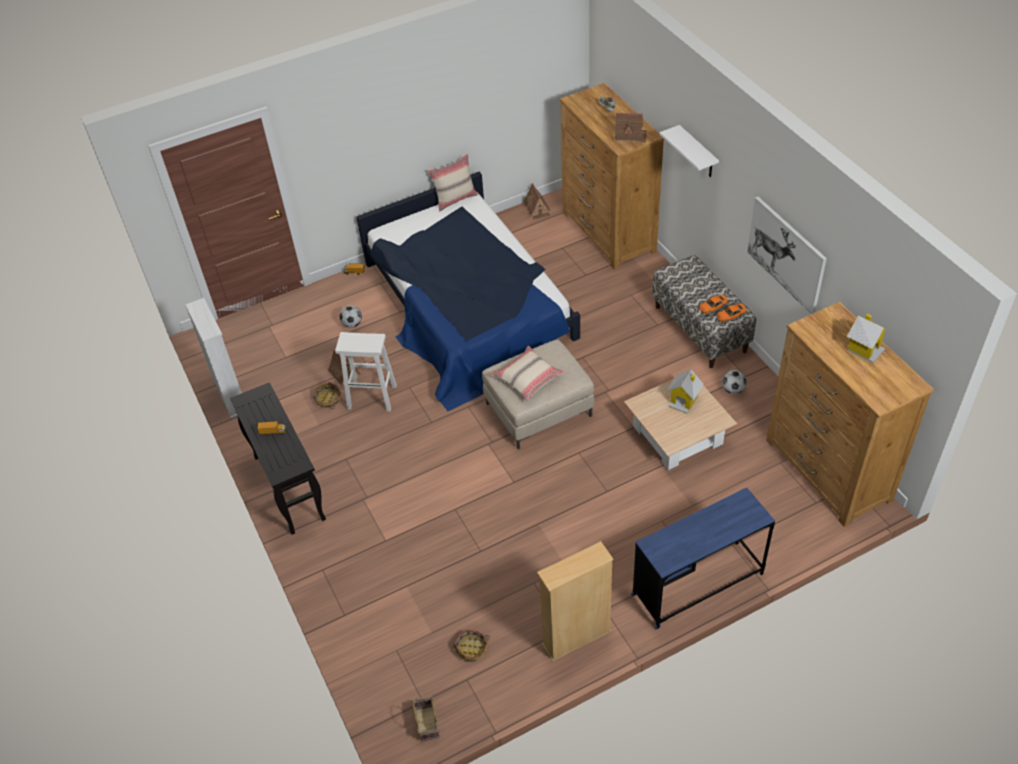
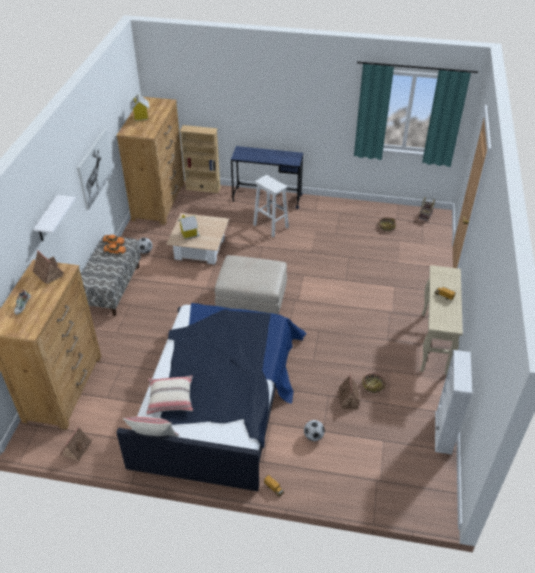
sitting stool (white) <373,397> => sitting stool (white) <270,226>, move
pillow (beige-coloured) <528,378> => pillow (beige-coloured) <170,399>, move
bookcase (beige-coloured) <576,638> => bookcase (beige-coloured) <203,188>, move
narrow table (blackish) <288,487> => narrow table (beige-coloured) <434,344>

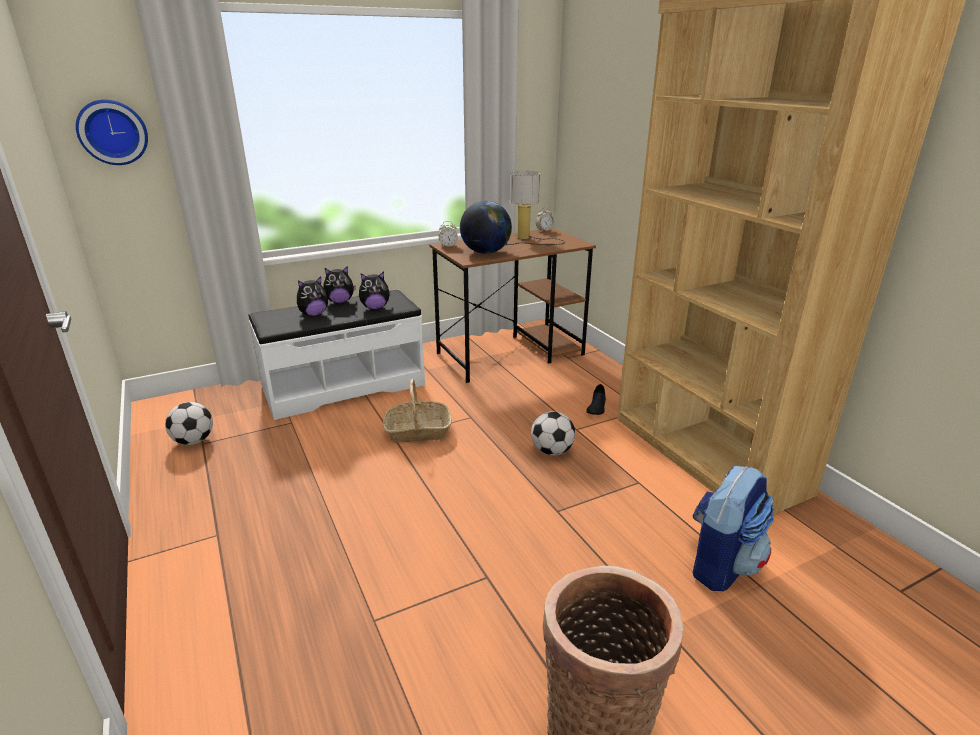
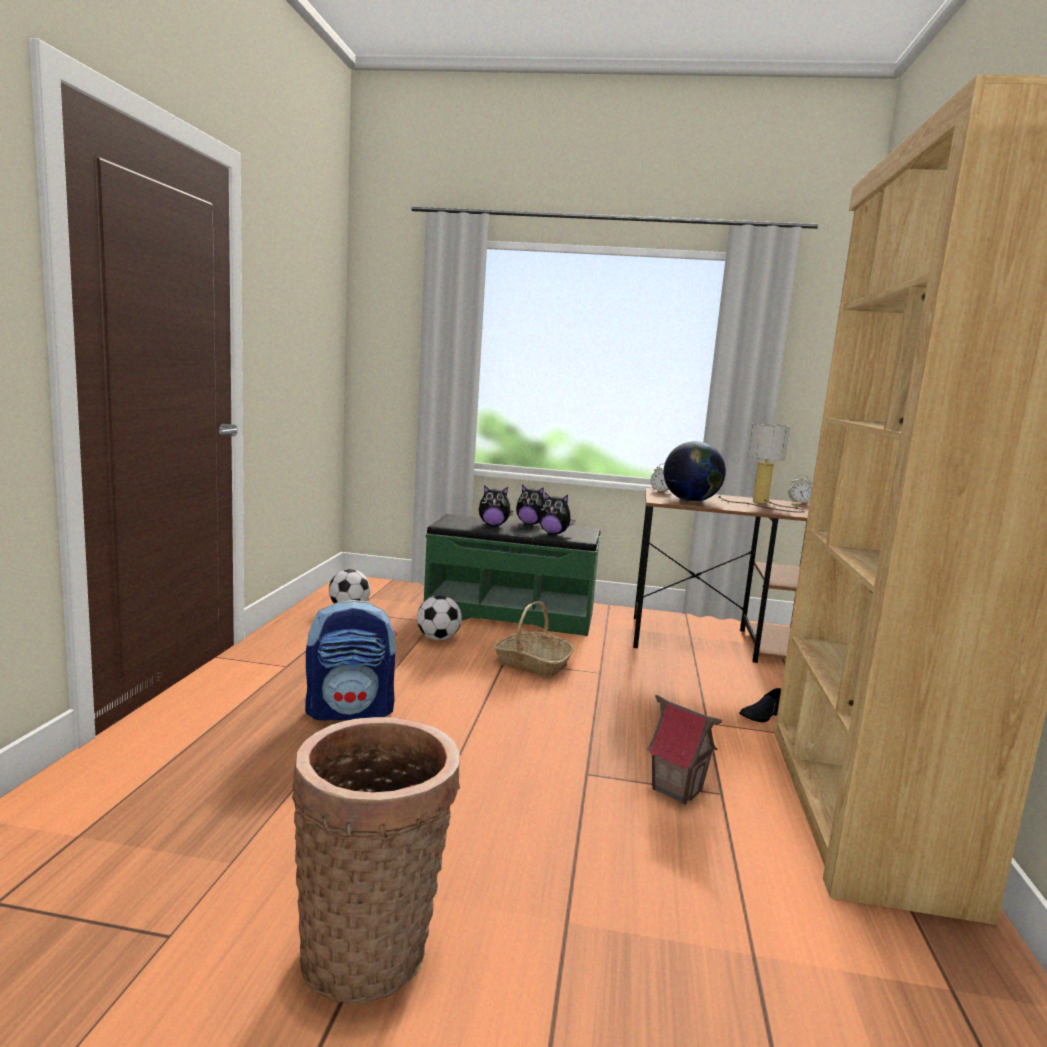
hanging clock <112,132> => nothing
nothing => model house <677,789>
ball for football <552,451> => ball for football <438,638>, move
rucksack <721,564> => rucksack <351,711>, move
bench (white) <344,386> => bench (green) <510,614>

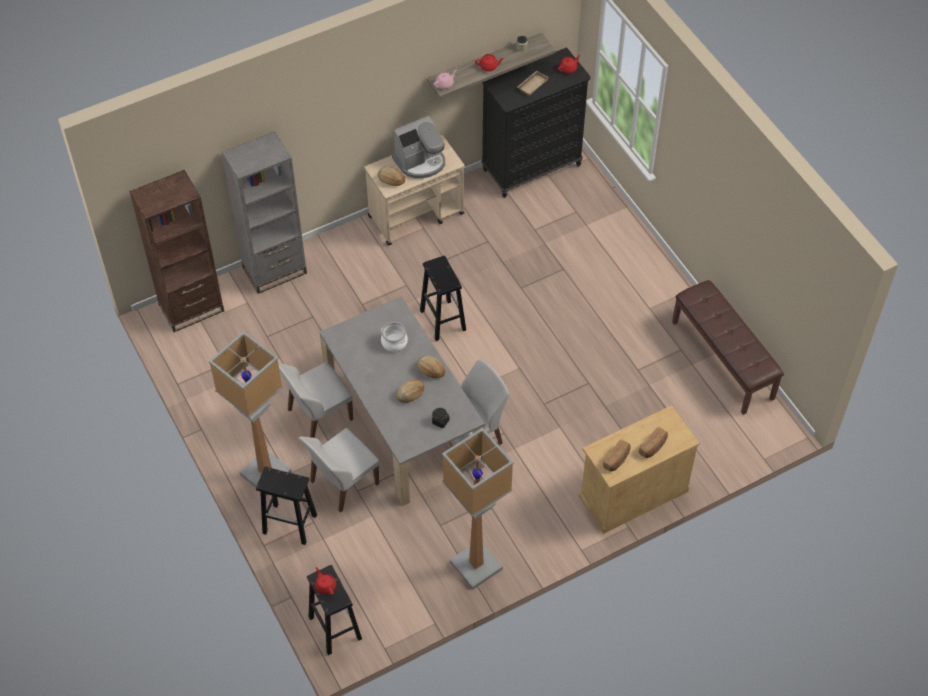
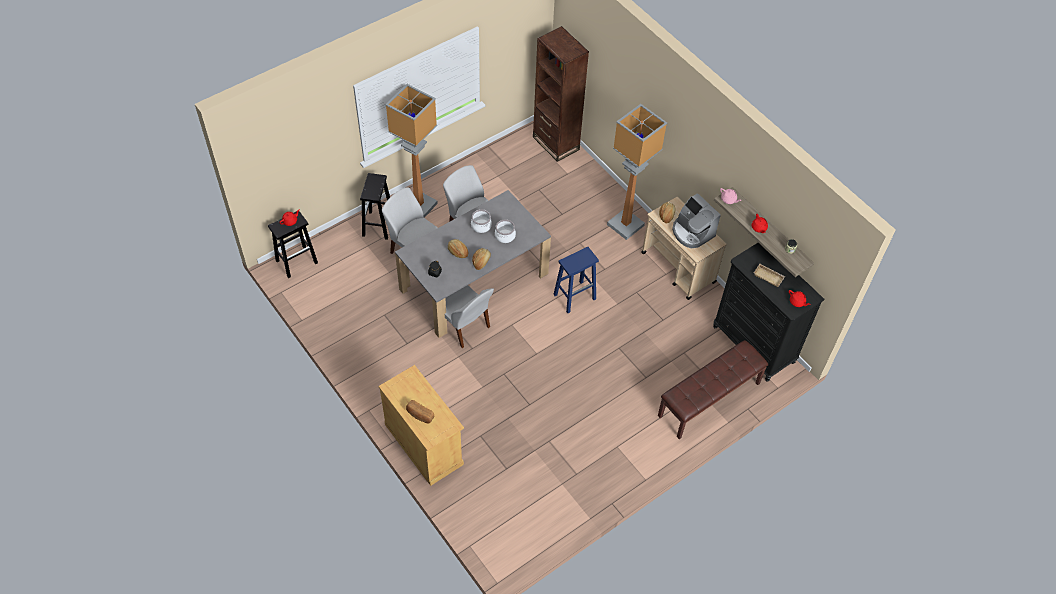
bookcase (grey) <274,270> => nothing
bread <617,459> => nothing
nothing => saucepot <481,226>
standard lamp <475,566> => standard lamp <625,224>, move
bench (brown-coloured) <723,360> => bench (brown-coloured) <709,400>, move
sitting stool (blackish) <442,319> => sitting stool (blue) <575,296>

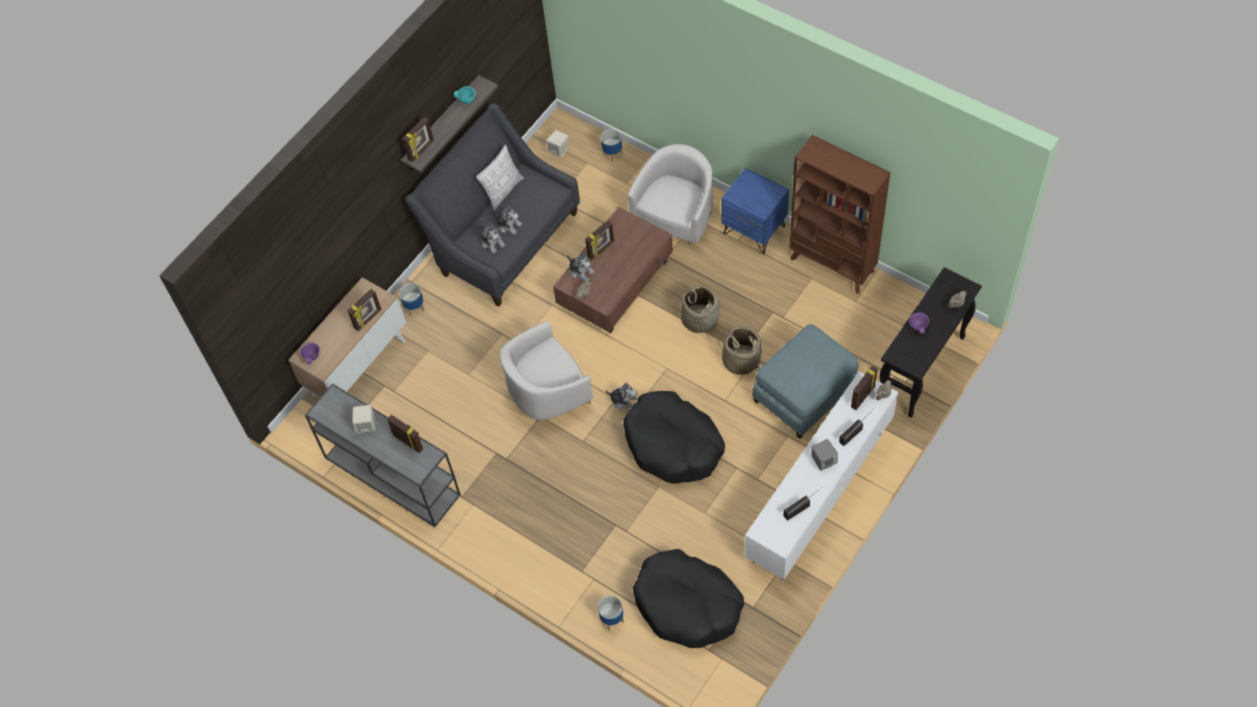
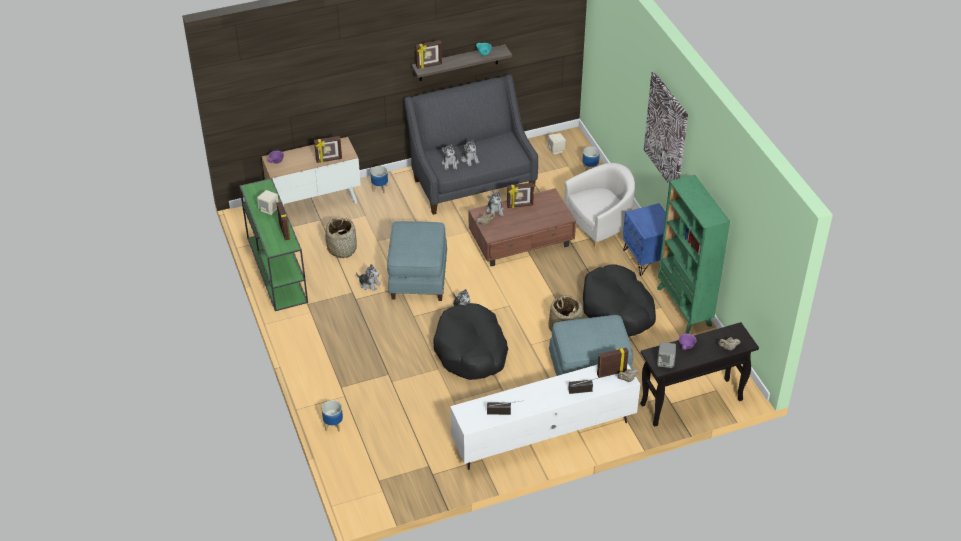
pillow <503,191> => nothing
nothing => soft toy <369,284>
nothing => wall art <666,132>
pet bed (blackish) <687,604> => pet bed (blackish) <617,309>, move
household basket <699,319> => household basket <342,249>, move
speaker (grey) <823,461> => speaker (grey) <665,362>, move
easy chair (white) <547,392> => pouffe (blue) <417,277>
narrow table (grey) <390,475> => narrow table (green) <276,269>
bookcase (brown-coloured) <832,265> => bookcase (green) <684,307>

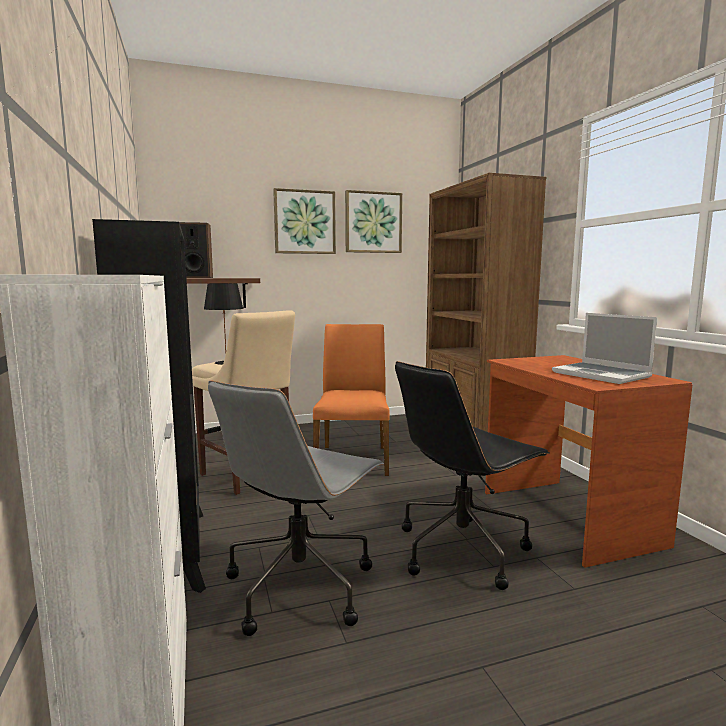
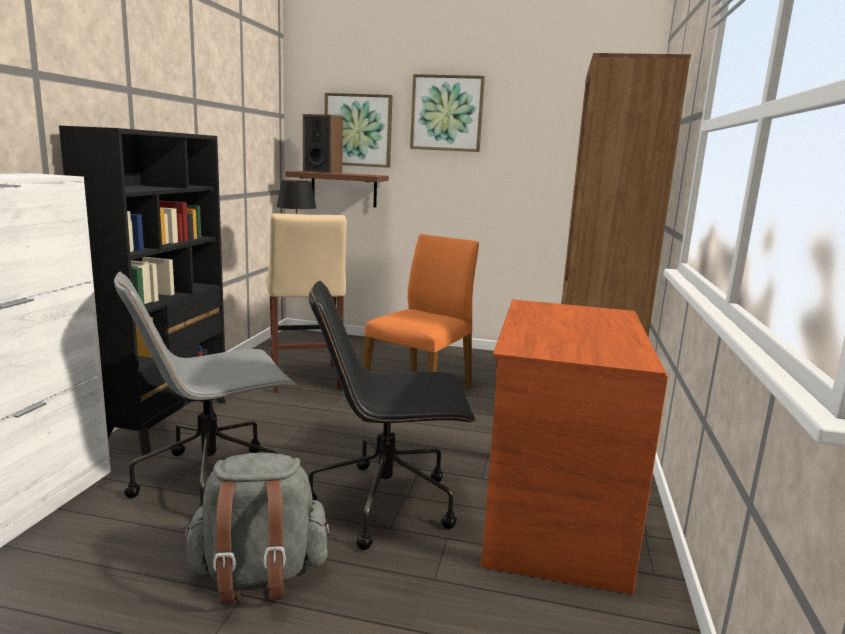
portable computer <602,375> => nothing
nothing => rucksack (grey) <258,575>
wall art <373,222> => wall art <358,130>, move

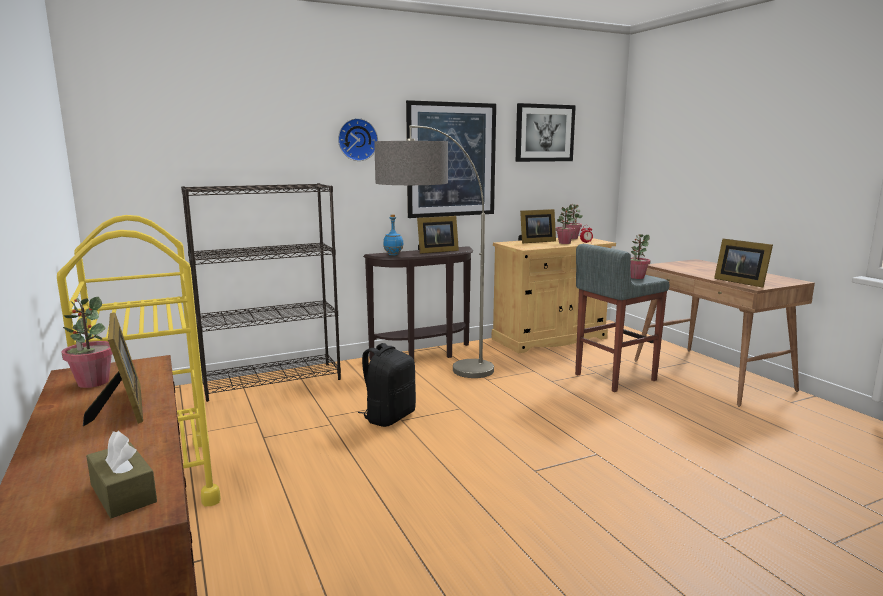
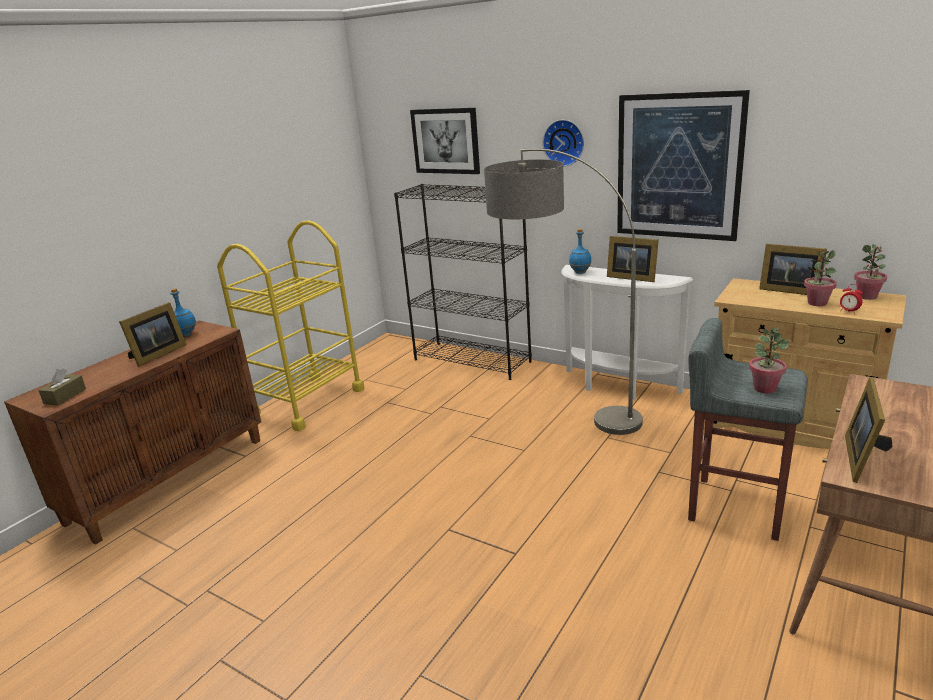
rucksack (blackish) <389,417> => nothing
wall art <544,133> => wall art <445,141>, move
potted plant <93,382> => drink bottle (blue) <185,335>
narrow table (brown-coloured) <425,355> => narrow table (white) <617,387>

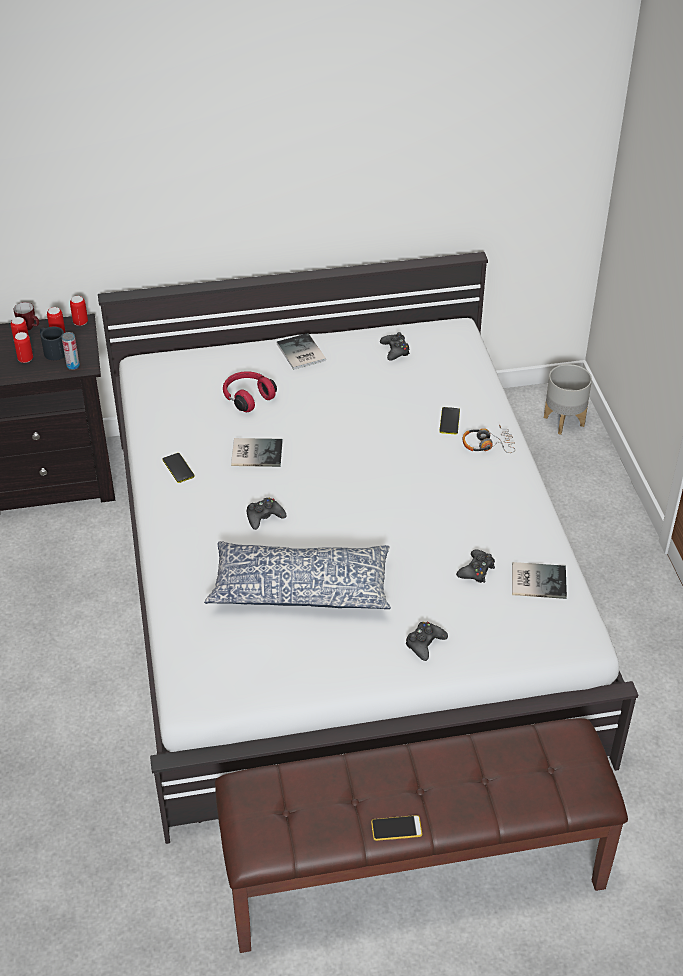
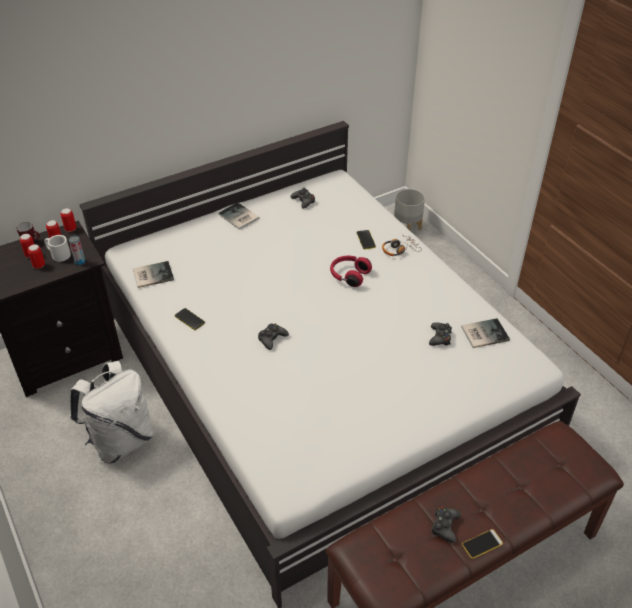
pillow <300,588> => nothing
nothing => rucksack (white) <121,440>
headphones (reddish) <247,397> => headphones (reddish) <349,275>, move
book <255,452> => book <152,274>, move
gamepad (blackish) <424,644> => gamepad (blackish) <445,526>, move
tea mug (blackish) <52,350> => tea mug (white) <58,254>

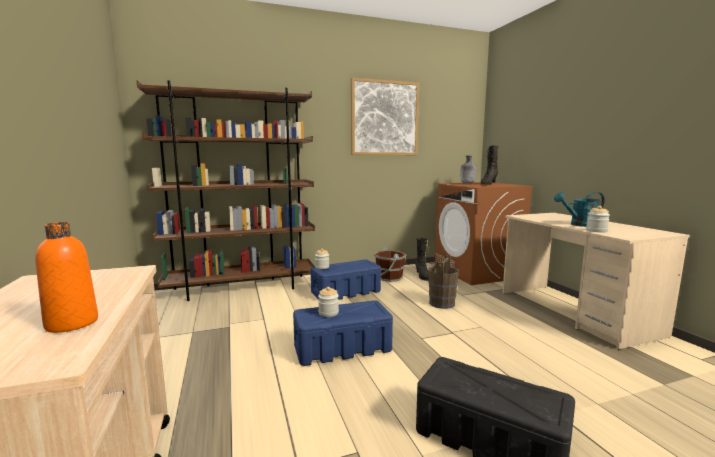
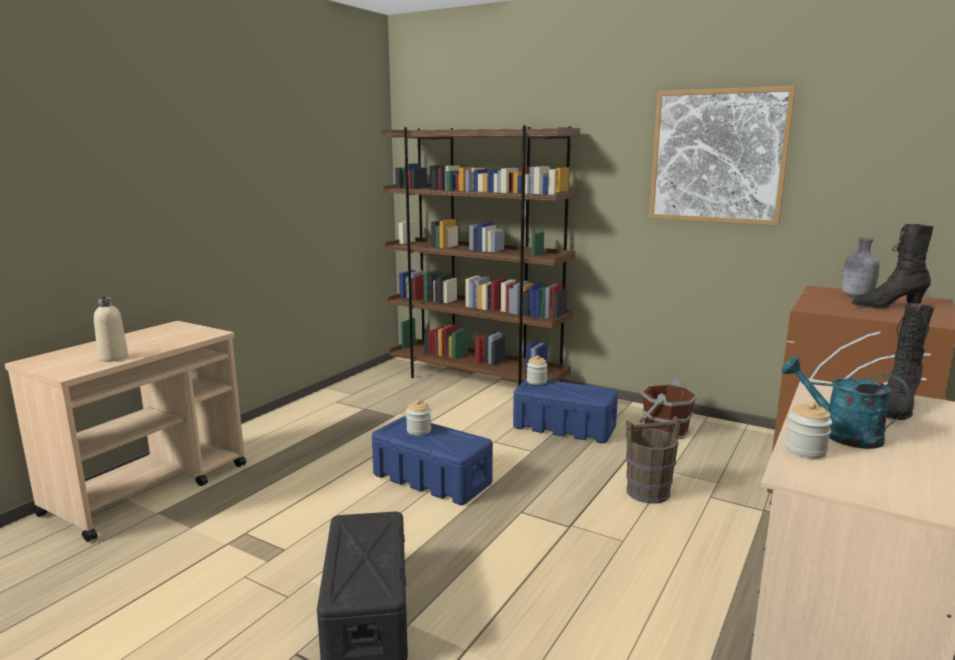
boot (blackish) <423,276> => boot (blackish) <897,408>, move
drink bottle (orange-coloured) <72,323> => drink bottle (beige-coloured) <113,358>

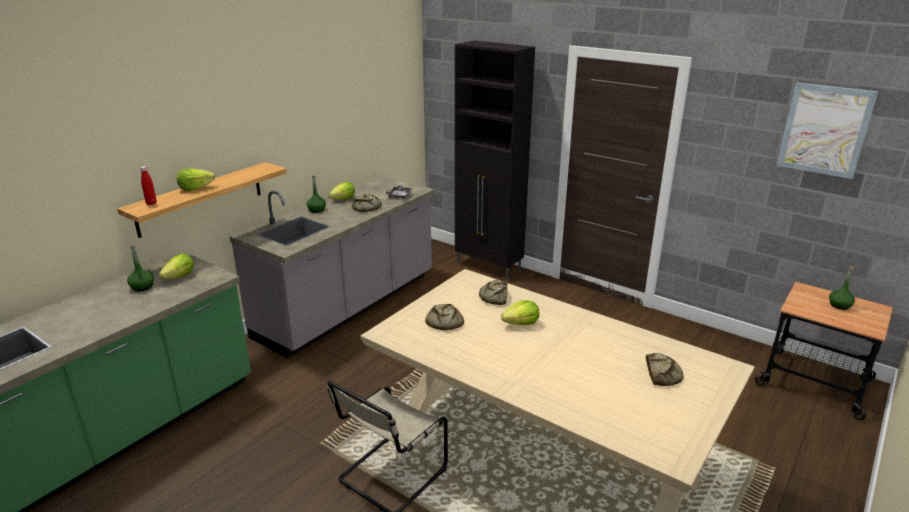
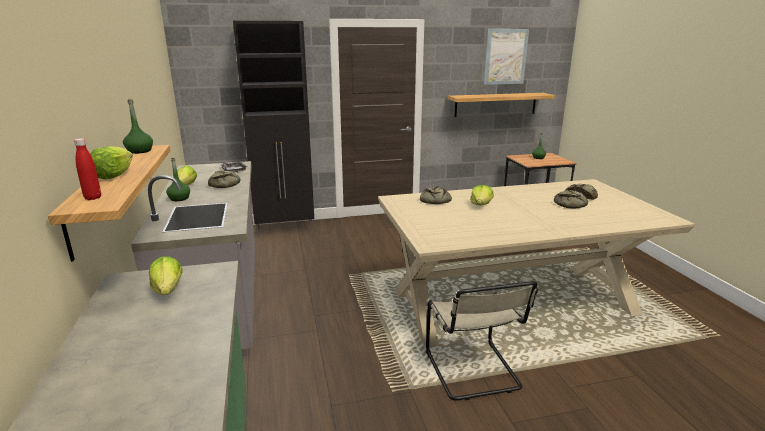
nothing => shelf <495,104>
drink bottle (green) <142,287> => drink bottle (green) <140,151>, move
bread <443,322> => bread <571,204>, move

